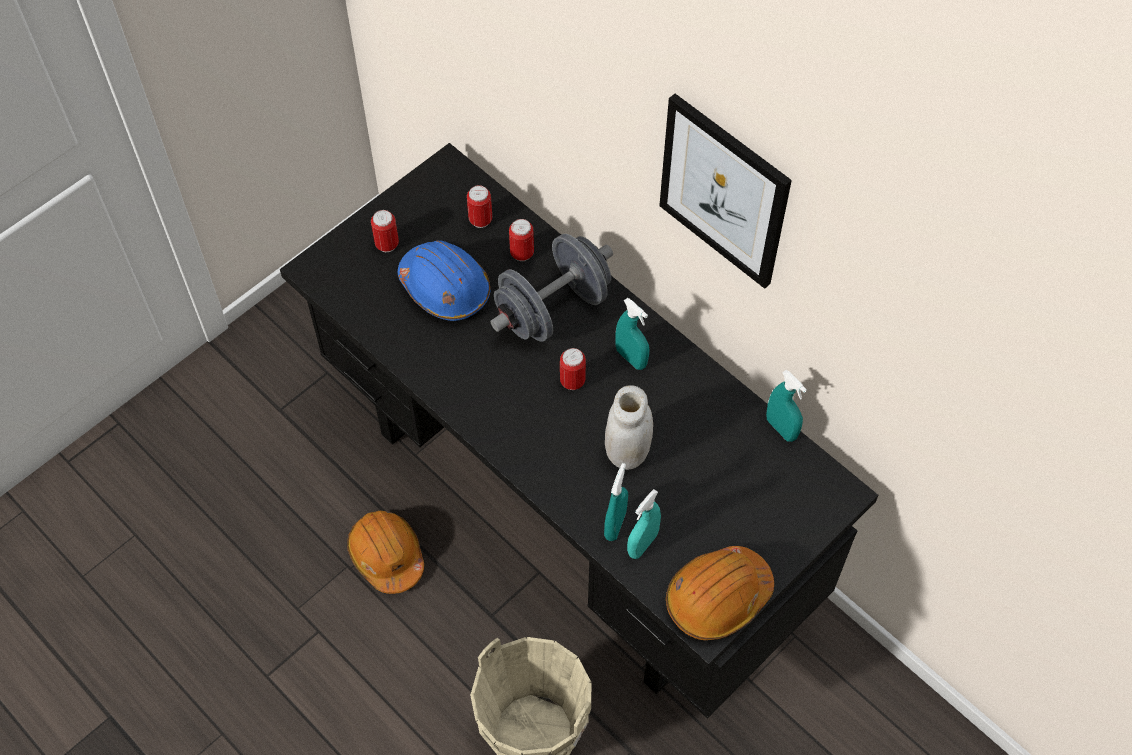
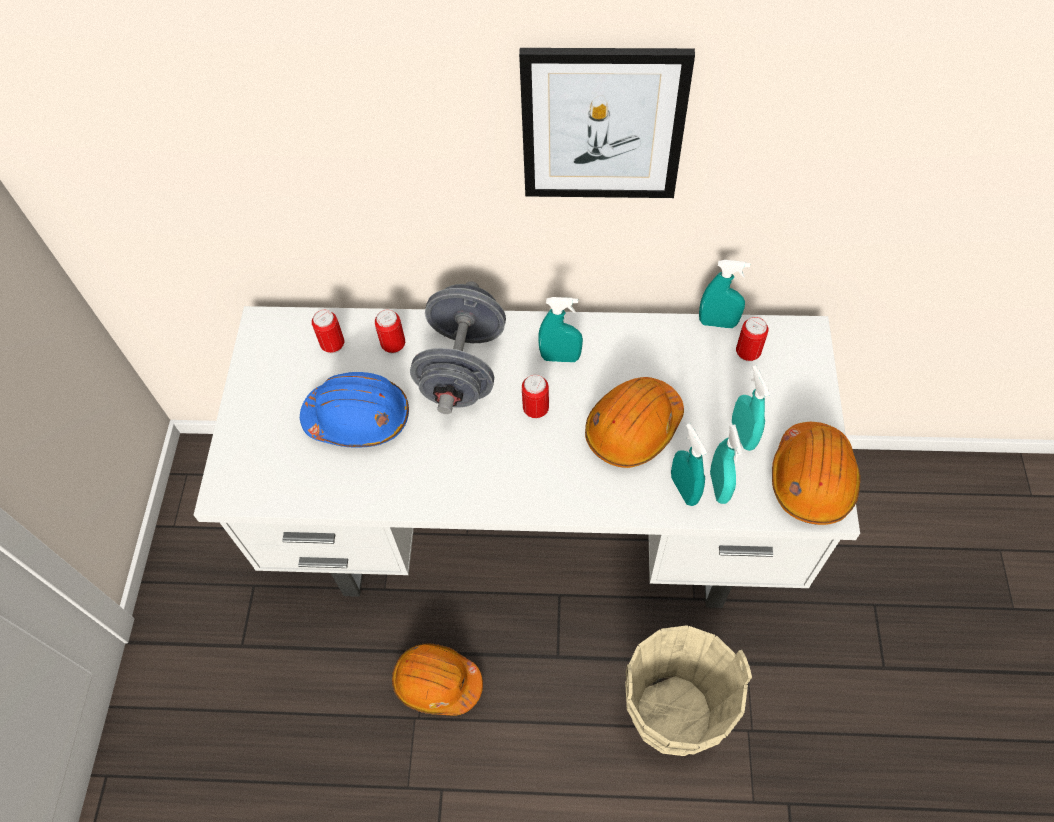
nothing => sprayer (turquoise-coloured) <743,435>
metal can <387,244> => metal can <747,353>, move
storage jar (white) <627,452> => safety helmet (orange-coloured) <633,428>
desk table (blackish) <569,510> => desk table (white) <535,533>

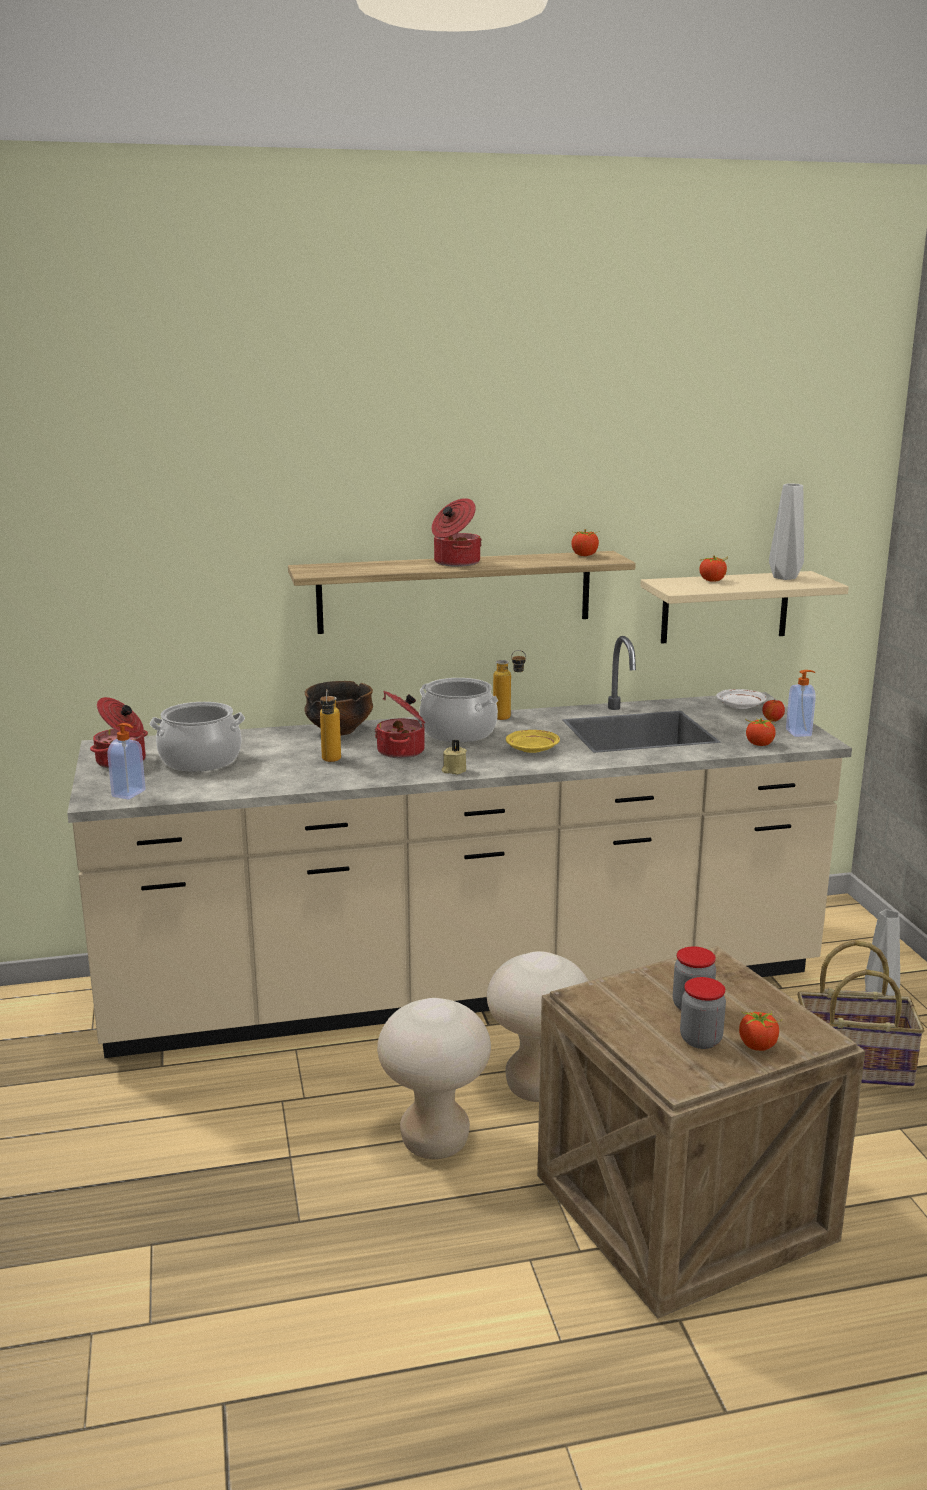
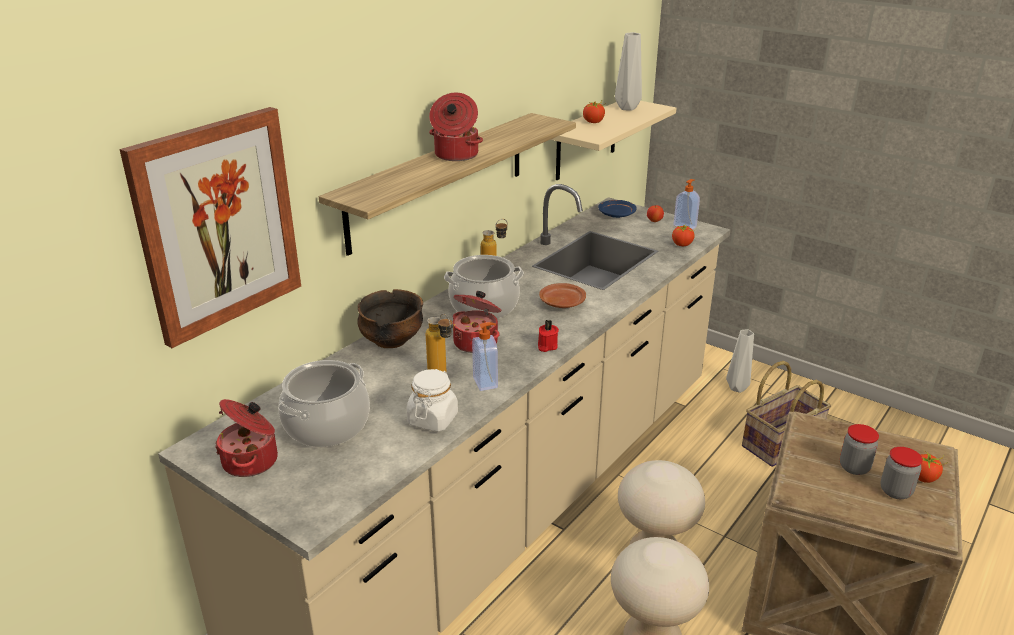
fresh tomato <584,555> => nothing
nothing => wall art <217,224>
nothing => storage jar (white) <433,419>
soap bottle <129,794> => soap bottle <486,382>, move
wax light (beige-coloured) <454,770> => wax light (reddish) <546,346>
plate (yellow) <532,749> => plate (brown-coloured) <562,303>
plate (white) <740,706> => plate (blue) <616,214>

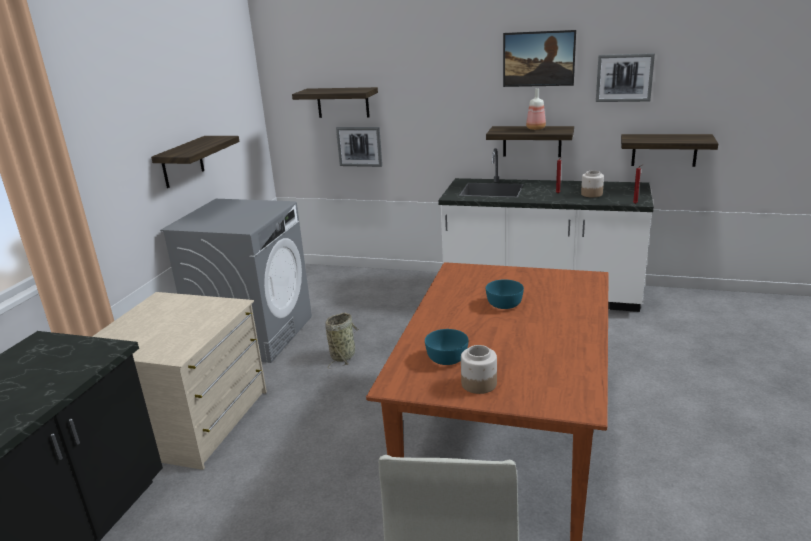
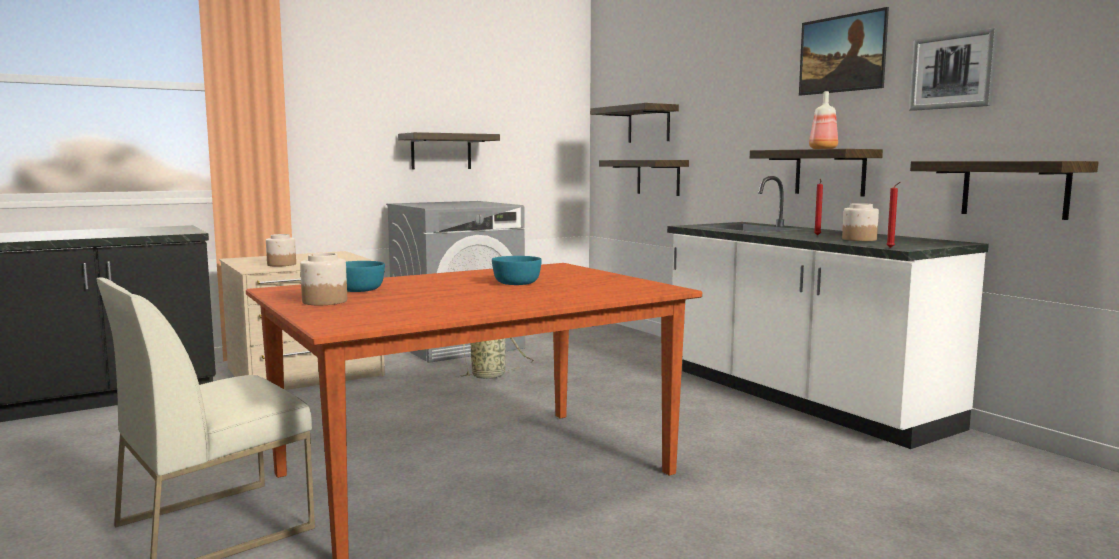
nothing => storage jar <282,264>
wall art <359,146> => shelf <658,177>

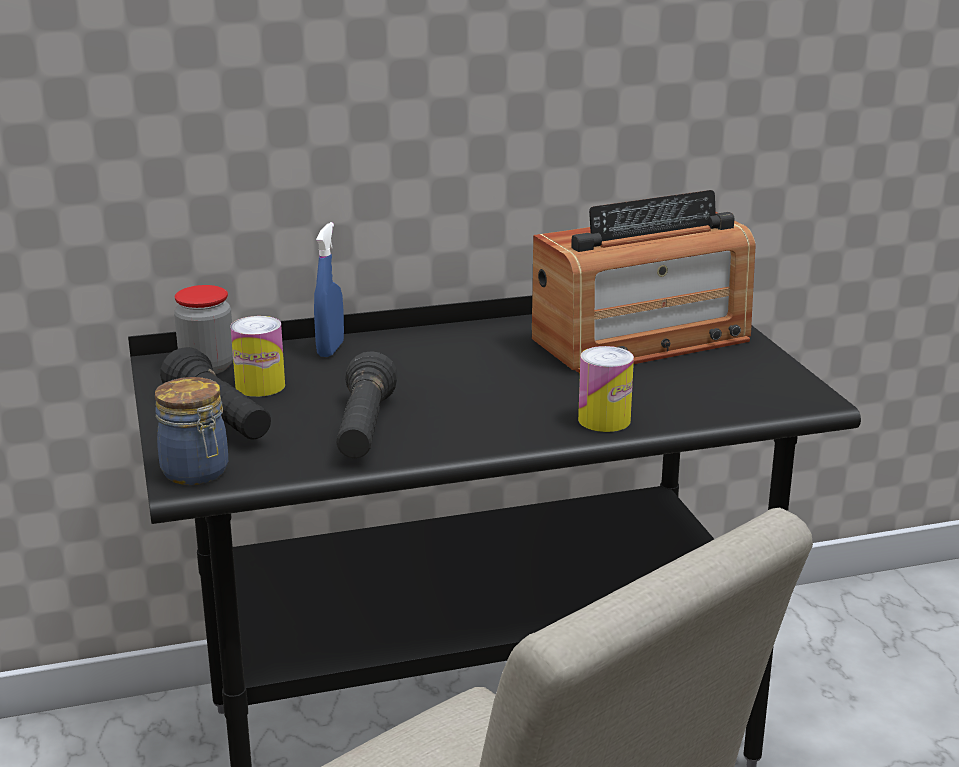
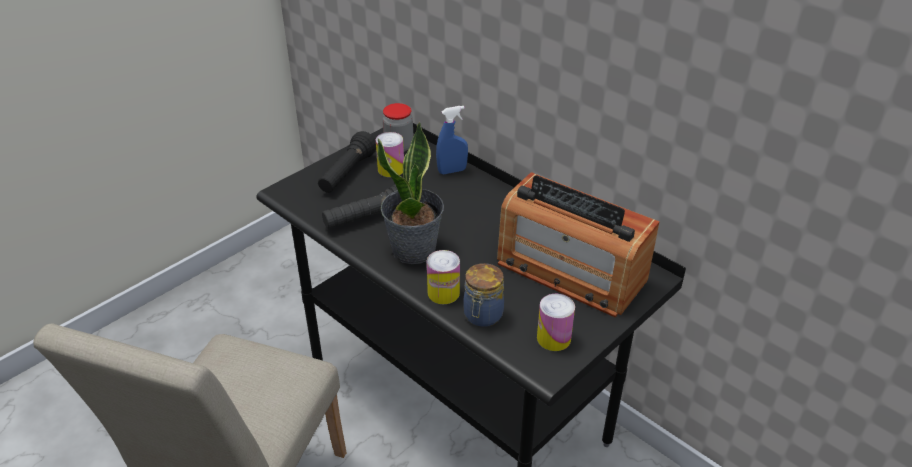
nothing => potted plant <414,250>
nothing => metal can <553,338>
storage jar <197,473> => storage jar <482,316>, move

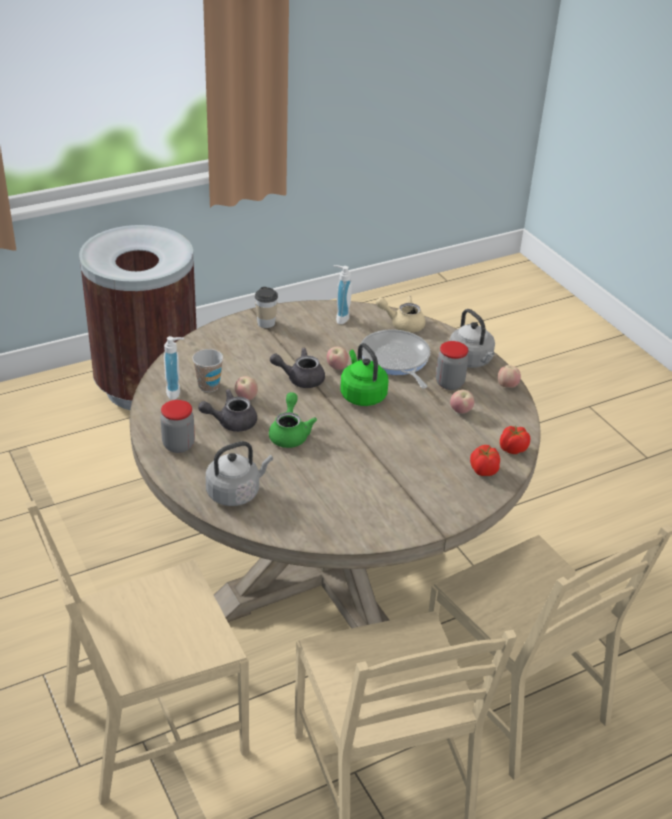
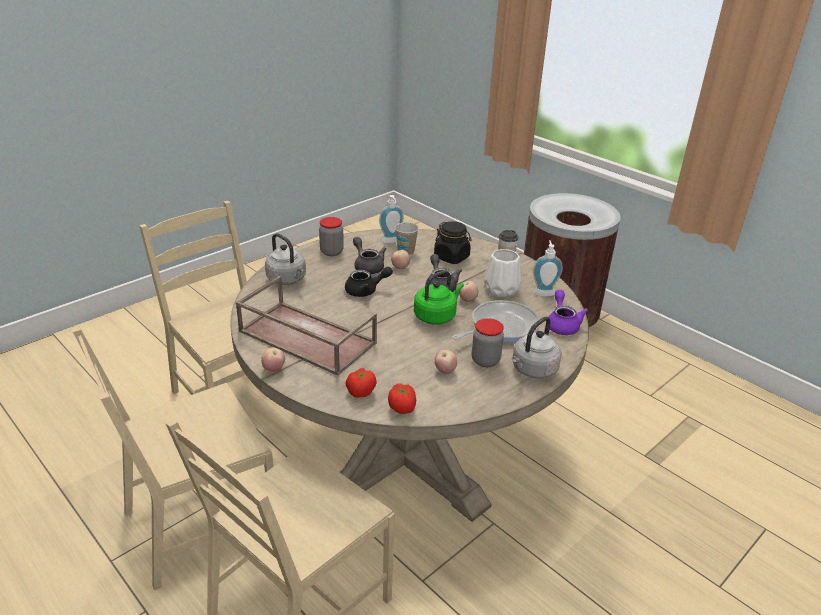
nothing => tray (brown-coloured) <305,337>
nothing => storage jar (blackish) <452,257>
nothing => vase (white) <502,290>
apple <507,386> => apple <273,369>, move
pot for tea (green) <290,434> => pot for tea (blackish) <366,291>
pot for tea (beige-coloured) <402,324> => pot for tea (purple) <562,324>

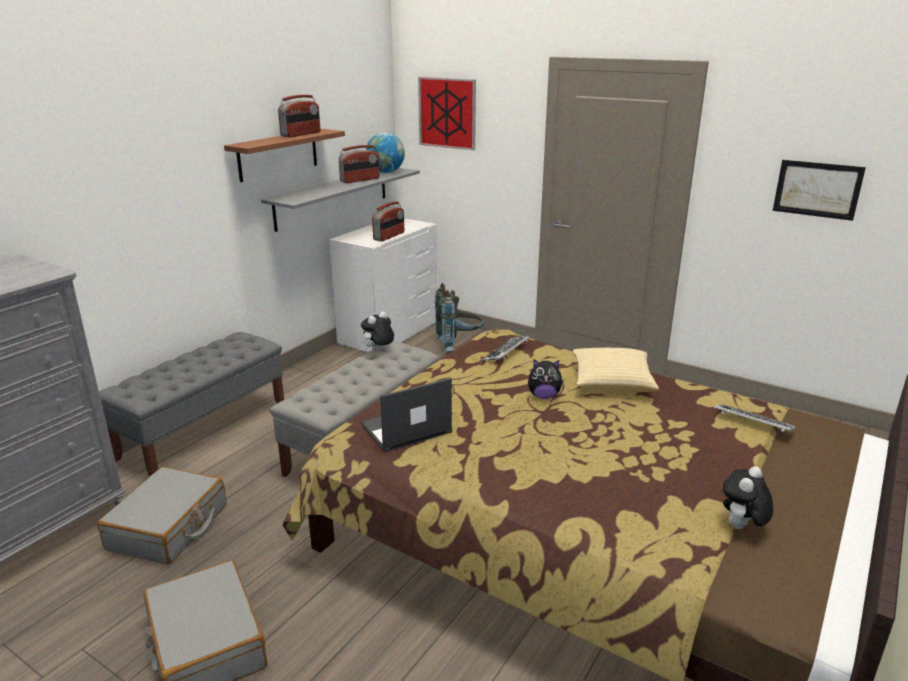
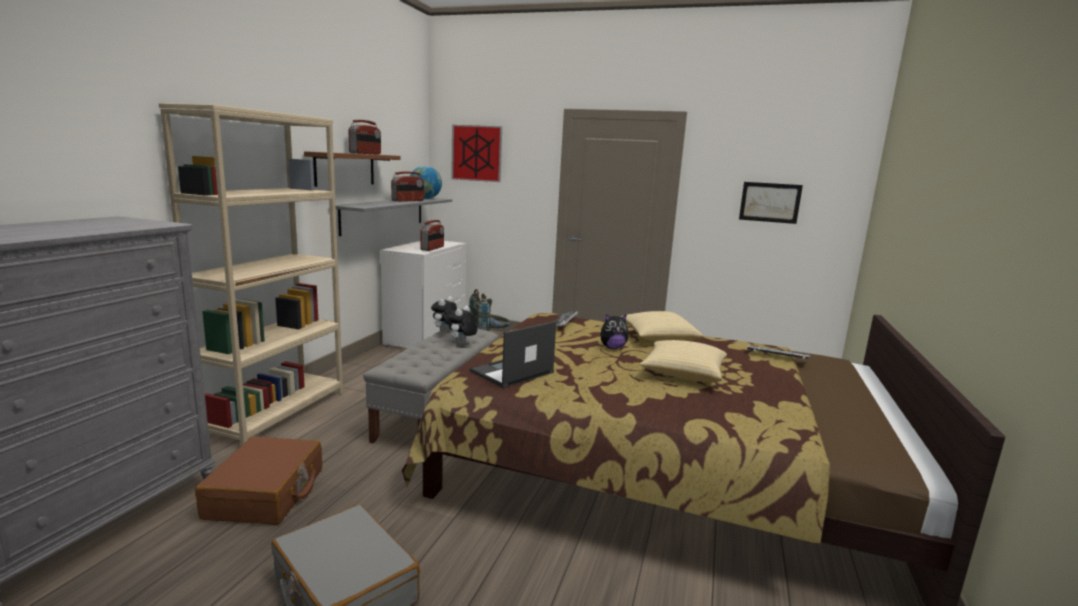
nothing => pillow <683,374>
soft toy <741,528> => soft toy <462,343>, move
bench (grey) <205,430> => bookcase (beige-coloured) <277,413>
suitcase (grey) <169,527> => suitcase (brown-coloured) <266,493>

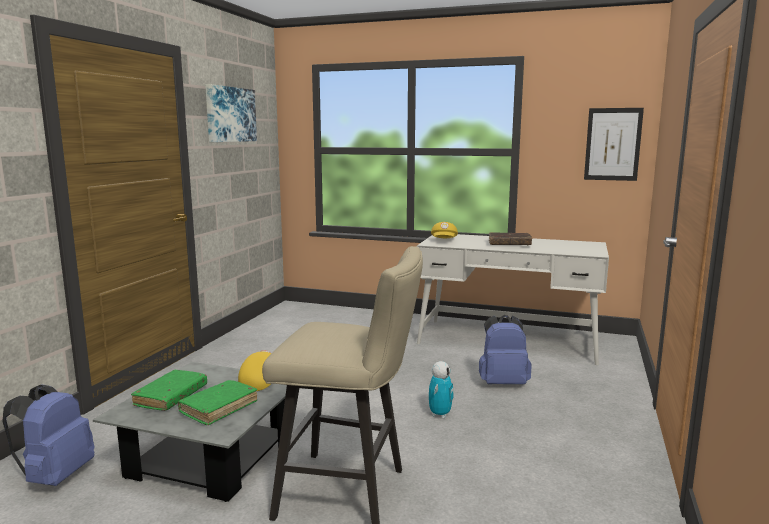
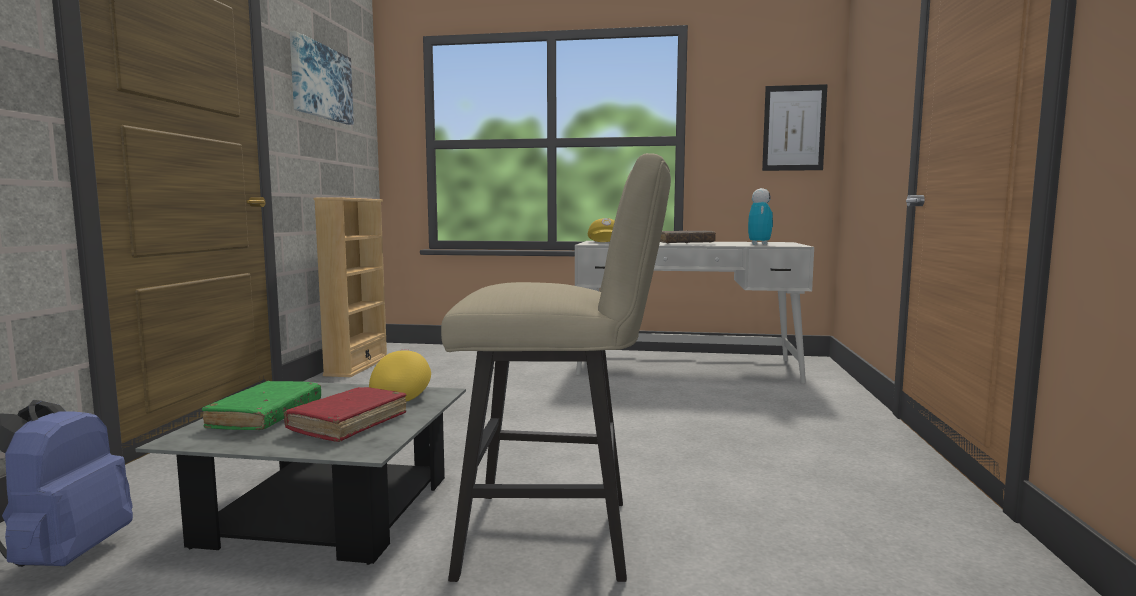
rucksack (blue) <502,383> => nothing
nothing => bookcase (beige-coloured) <357,366>
model robot <440,414> => model robot <759,244>, move
book (green) <219,408> => book (reddish) <349,423>

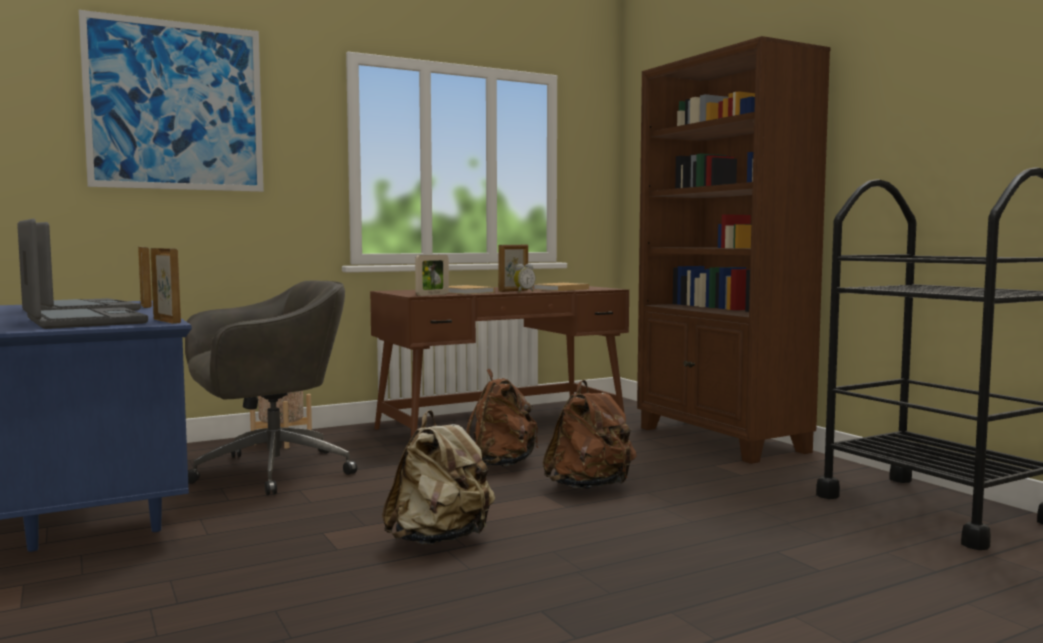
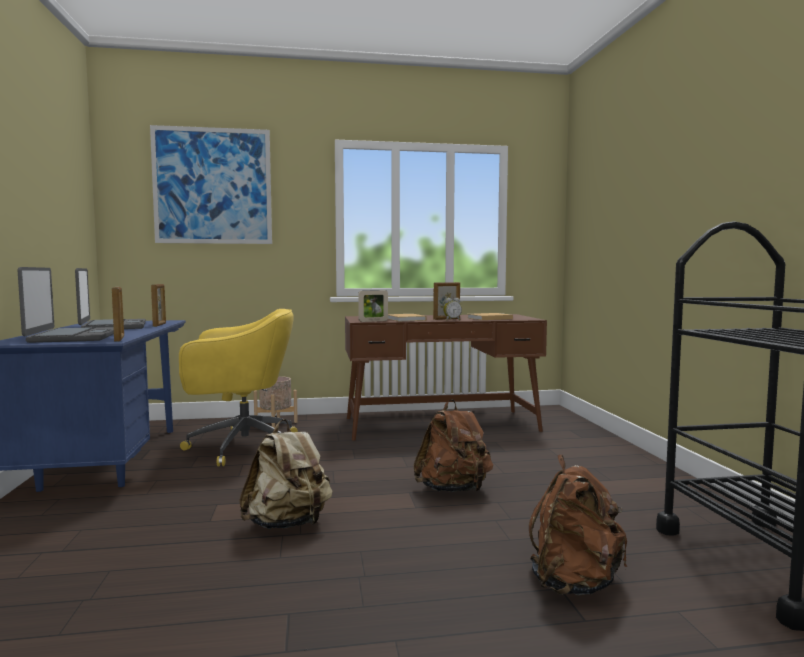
bookcase (brown-coloured) <721,440> => nothing
rucksack (brown-coloured) <502,464> => rucksack (brown-coloured) <574,582>, move
office chair (grey) <268,472> => office chair (yellow) <240,446>

